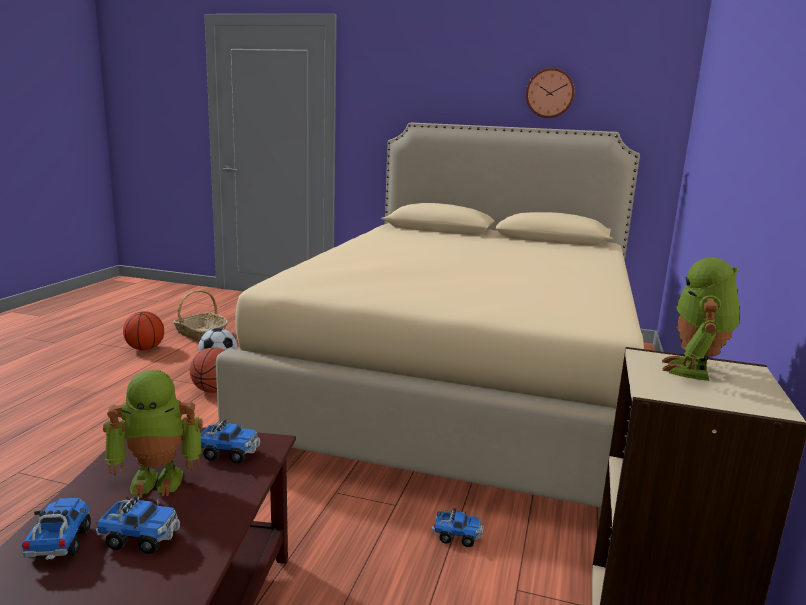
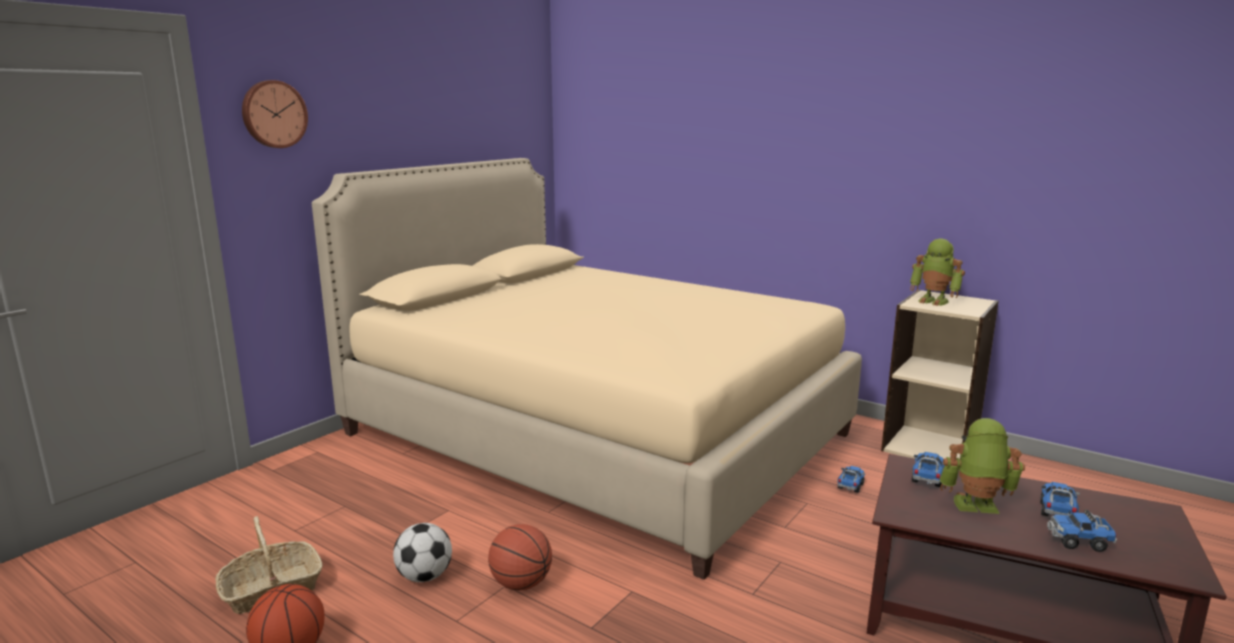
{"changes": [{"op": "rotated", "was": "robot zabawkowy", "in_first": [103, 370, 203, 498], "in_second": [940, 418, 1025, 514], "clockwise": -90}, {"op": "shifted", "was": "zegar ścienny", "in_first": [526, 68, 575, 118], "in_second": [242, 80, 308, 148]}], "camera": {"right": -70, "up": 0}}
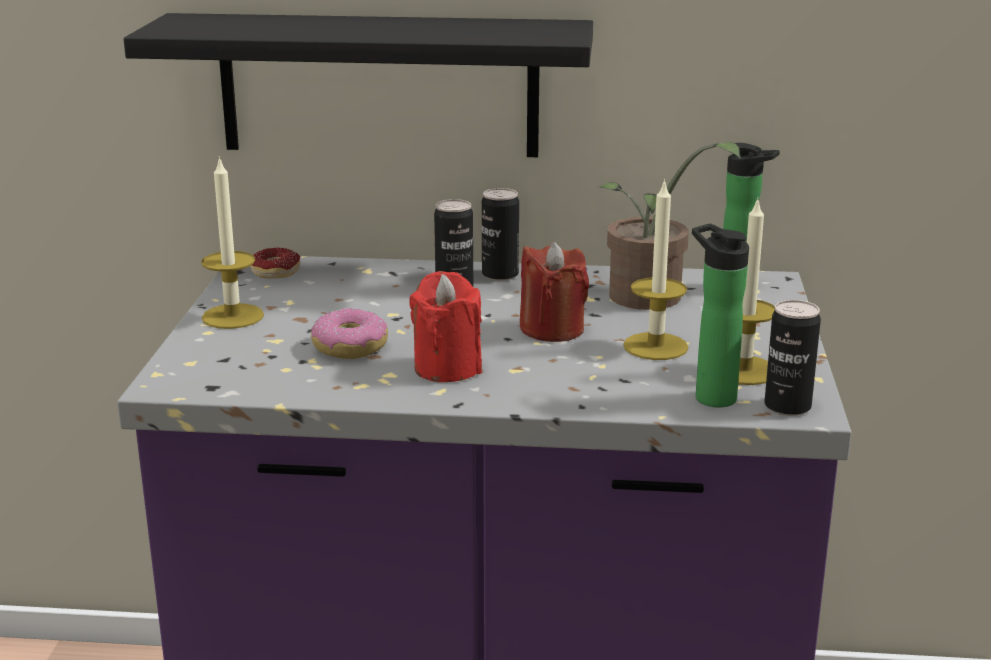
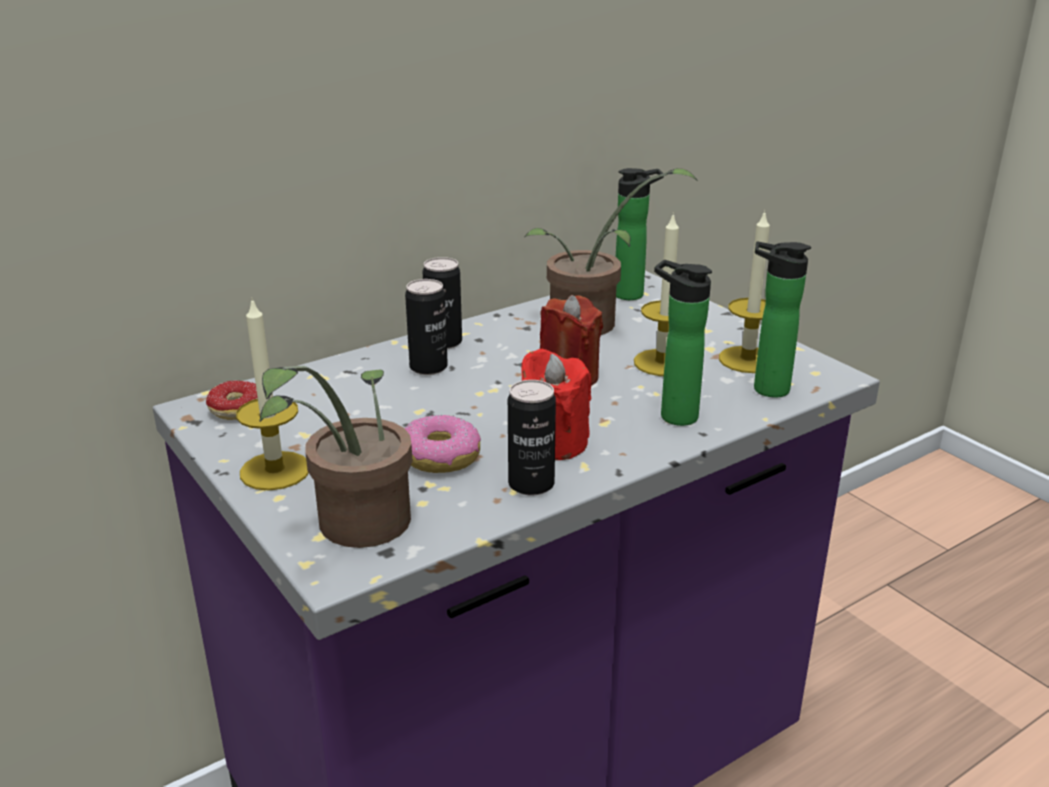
{"changes": [{"op": "gone", "was": "półka (czarny)", "in_first": [124, 13, 593, 157]}, {"op": "shifted", "was": "puszka", "in_first": [764, 300, 821, 416], "in_second": [508, 380, 556, 495]}, {"op": "new", "now": "roślina doniczkowa", "in_second": [259, 366, 413, 548]}, {"op": "new", "now": "butelka", "in_second": [654, 260, 712, 426]}], "camera": {"right": -40, "up": 5}}
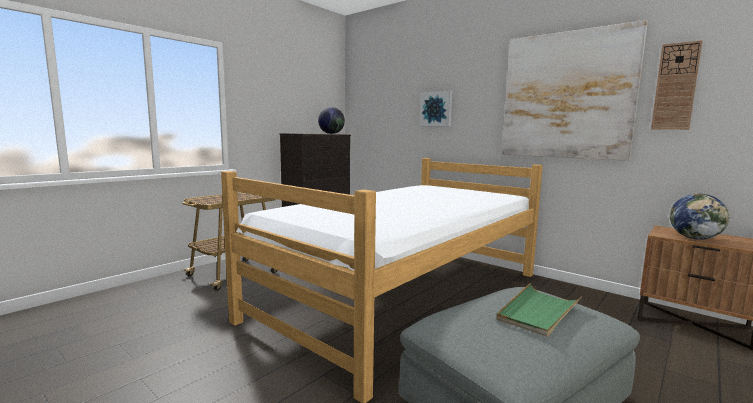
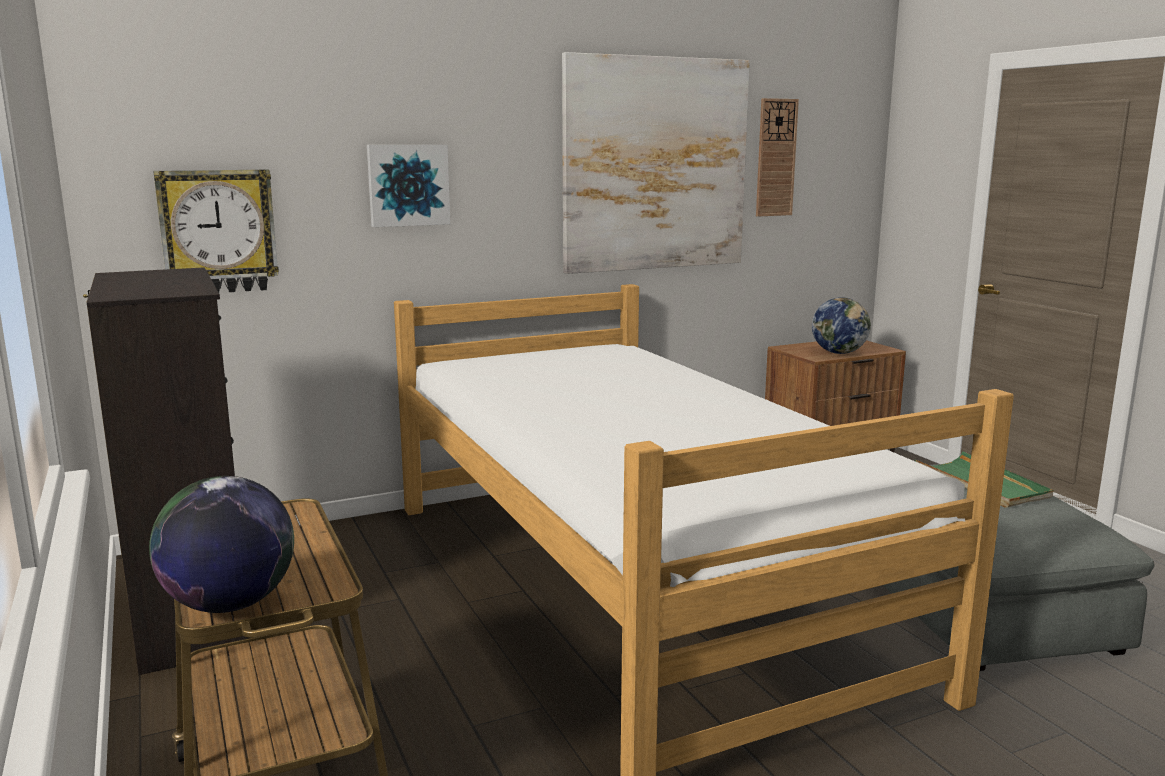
{"changes": [{"op": "shifted", "was": "globus", "in_first": [318, 107, 345, 134], "in_second": [149, 476, 294, 613]}, {"op": "new", "now": "zegar ścienny", "in_second": [153, 170, 279, 292]}], "camera": {"right": -65, "up": 5}}
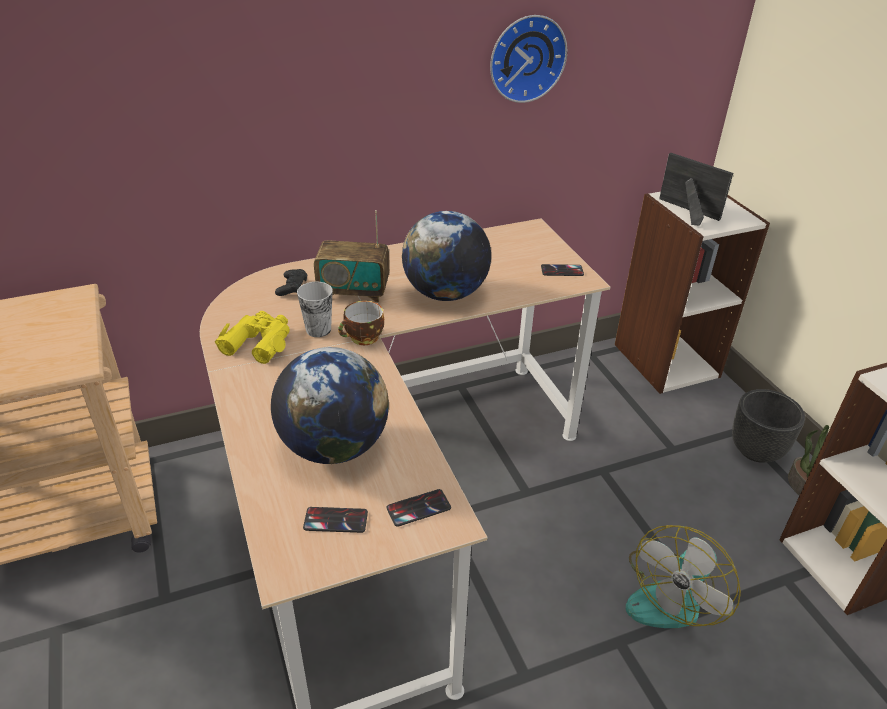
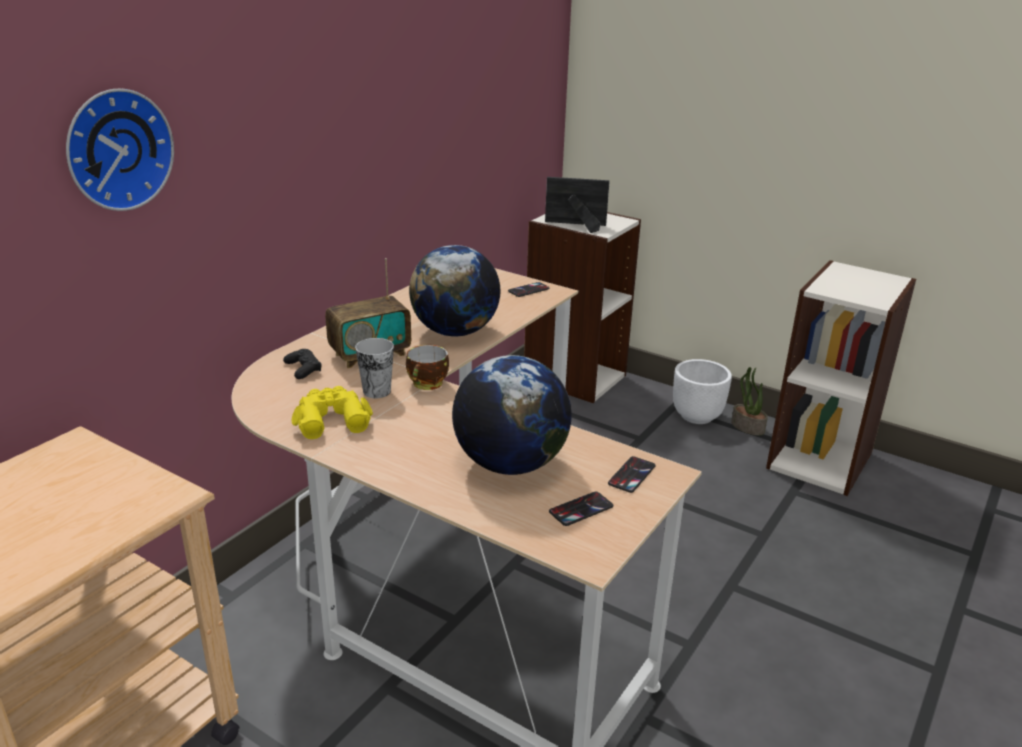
{"changes": [{"op": "shifted", "was": "zegar ścienny", "in_first": [490, 15, 567, 103], "in_second": [66, 88, 174, 211]}, {"op": "gone", "was": "wentylator", "in_first": [625, 525, 741, 628]}, {"op": "repainted", "was": "donica (czarny)", "now": "donica (biały)", "in_first": [732, 389, 805, 463], "in_second": [673, 359, 732, 424]}], "camera": {"right": -35, "up": -10}}
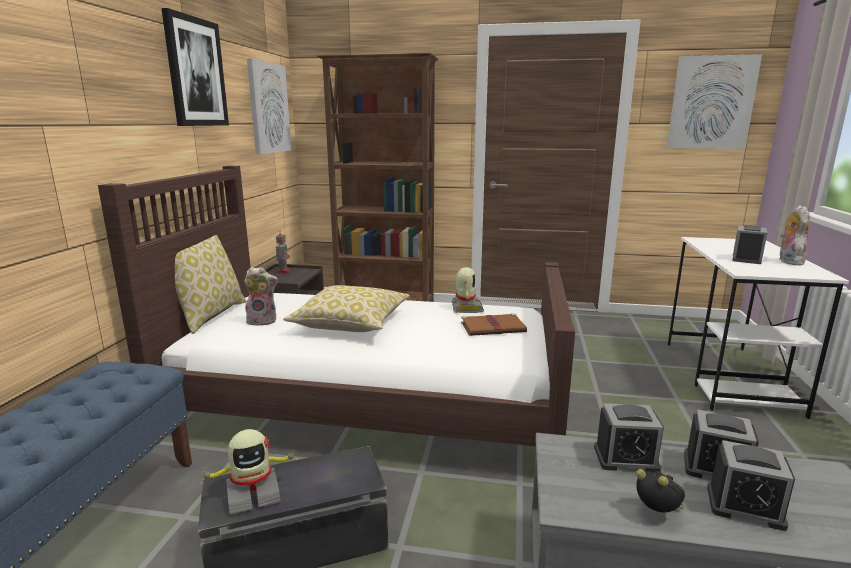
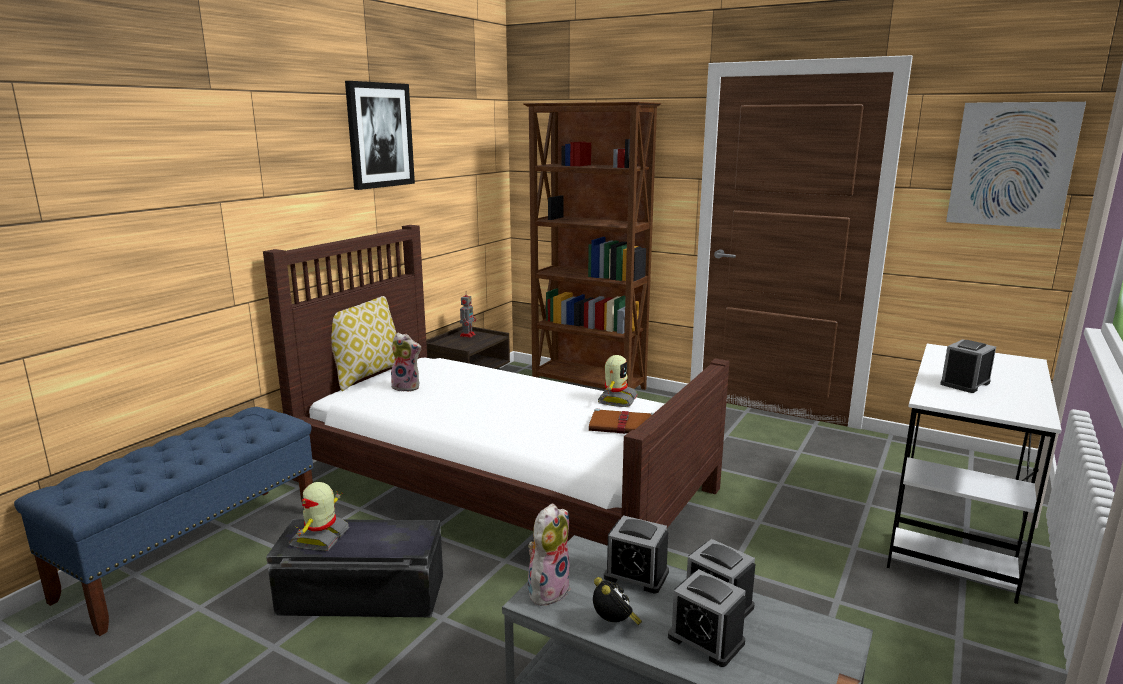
{"changes": [{"op": "rotated", "was": "robot zabawkowy", "in_first": [199, 429, 298, 515], "in_second": [288, 482, 349, 551], "clockwise": 105}, {"op": "gone", "was": "obraz", "in_first": [247, 58, 291, 154]}, {"op": "gone", "was": "poduszka", "in_first": [283, 285, 410, 332]}, {"op": "shifted", "was": "pluszak", "in_first": [779, 205, 810, 265], "in_second": [528, 503, 571, 606]}], "camera": {"right": 20, "up": 0}}
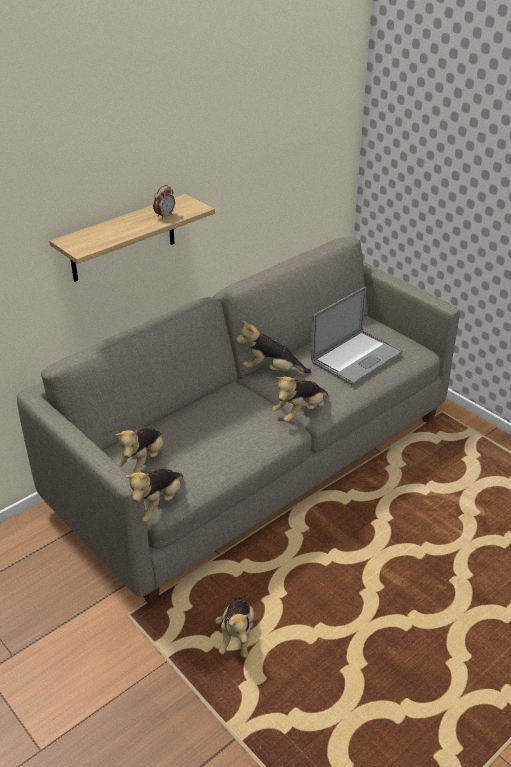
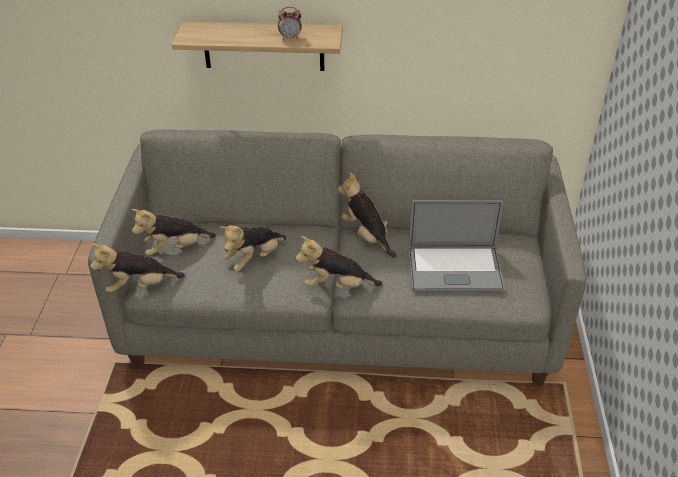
{"changes": [{"op": "shifted", "was": "pluszak", "in_first": [215, 597, 254, 658], "in_second": [220, 225, 286, 271]}], "camera": {"right": 45, "up": 5}}
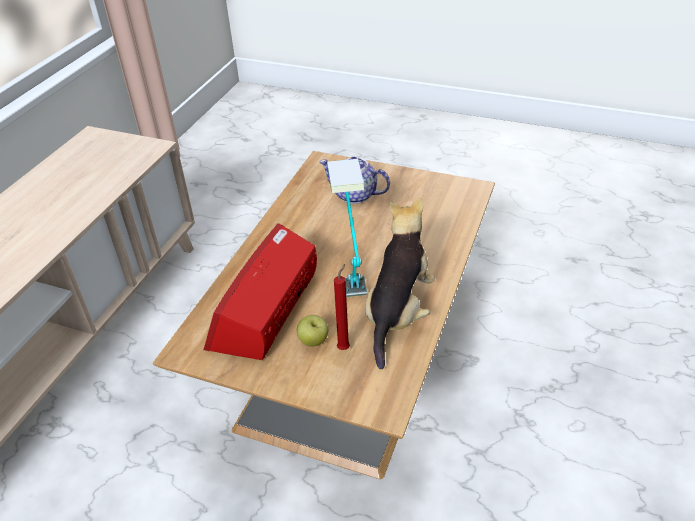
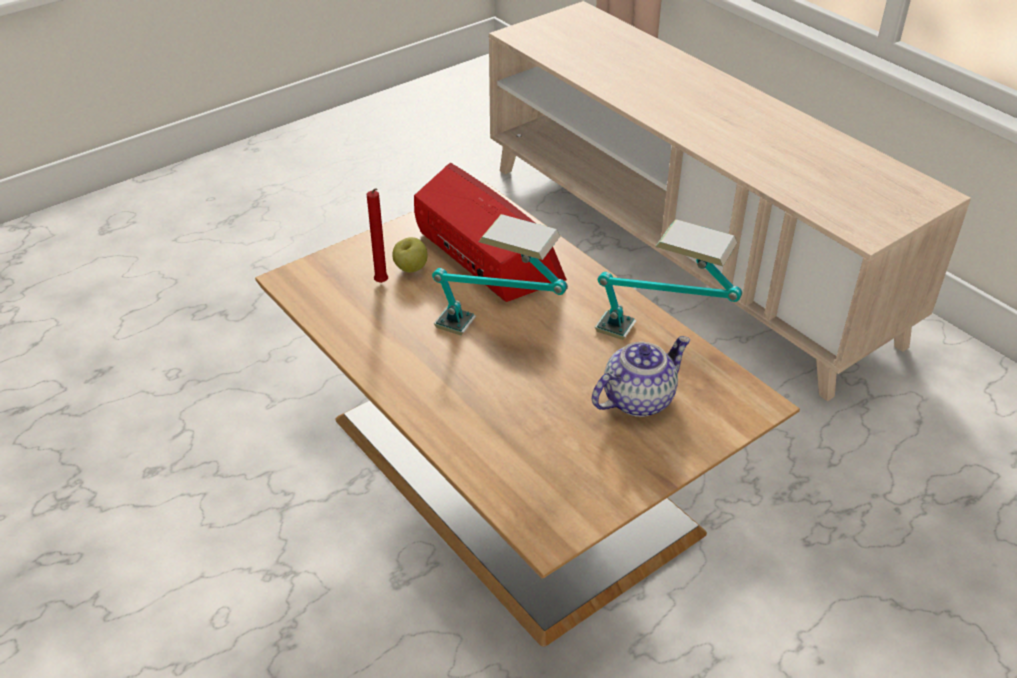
{"changes": [{"op": "gone", "was": "pluszak", "in_first": [365, 197, 435, 369]}, {"op": "new", "now": "lampa stołowa", "in_second": [595, 219, 742, 340]}], "camera": {"right": 120, "up": 0}}
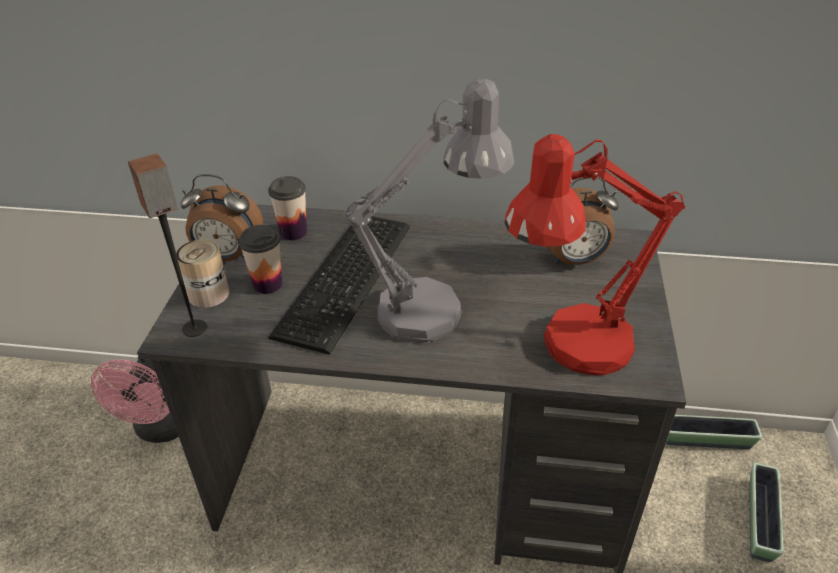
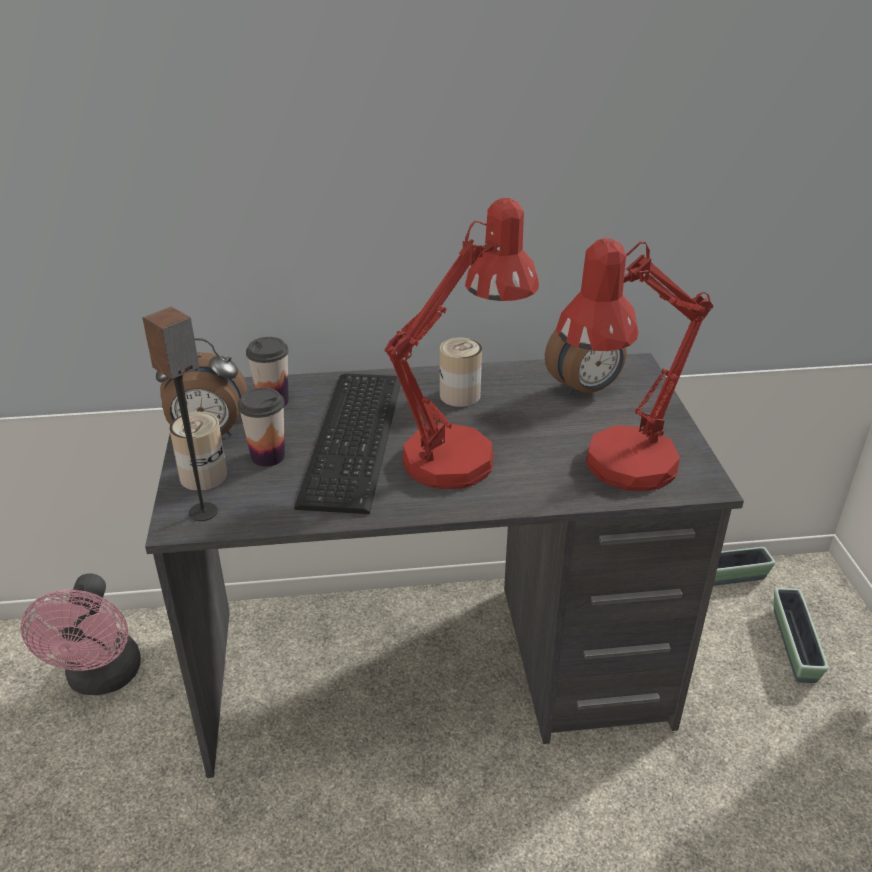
{"changes": [{"op": "repainted", "was": "lampa stołowa (szary)", "now": "lampa stołowa (czerwony)", "in_first": [344, 78, 514, 343], "in_second": [385, 198, 539, 489]}, {"op": "new", "now": "puszka", "in_second": [440, 338, 482, 407]}], "camera": {"right": -15, "up": -5}}
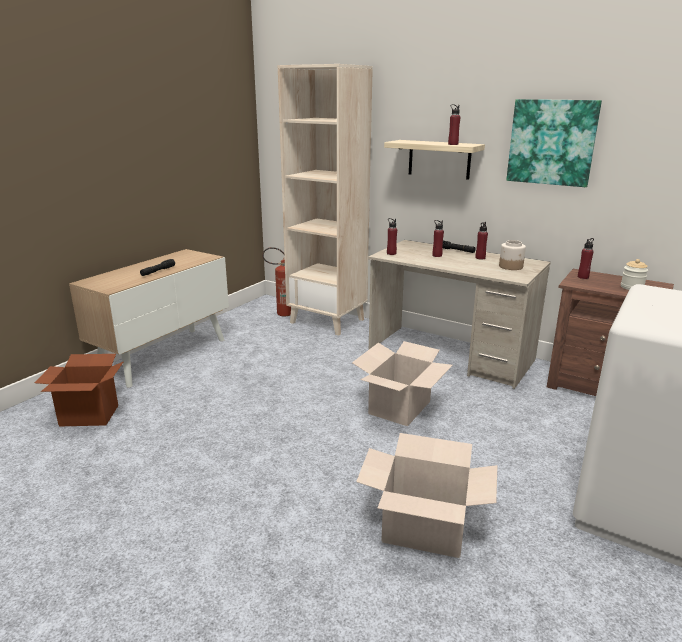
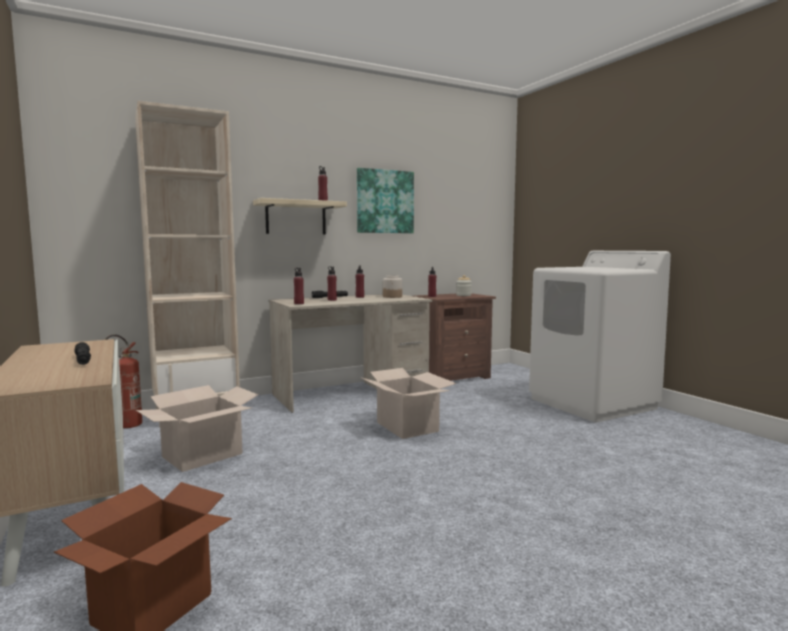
{"changes": [{"op": "shifted", "was": "karton", "in_first": [356, 433, 497, 558], "in_second": [136, 385, 258, 472]}], "camera": {"right": -60, "up": -15}}
